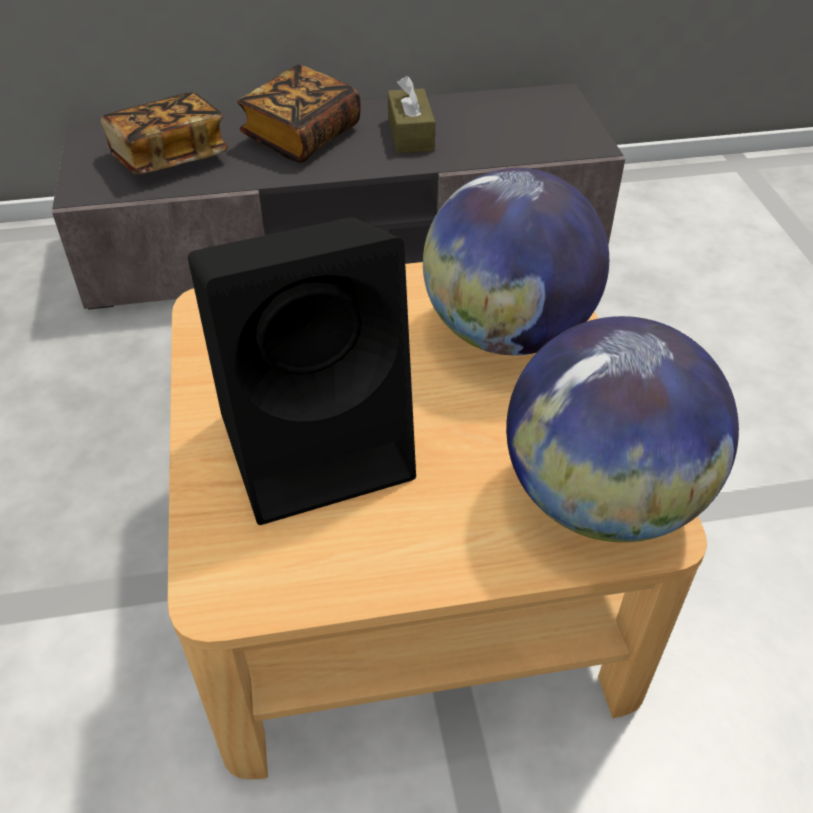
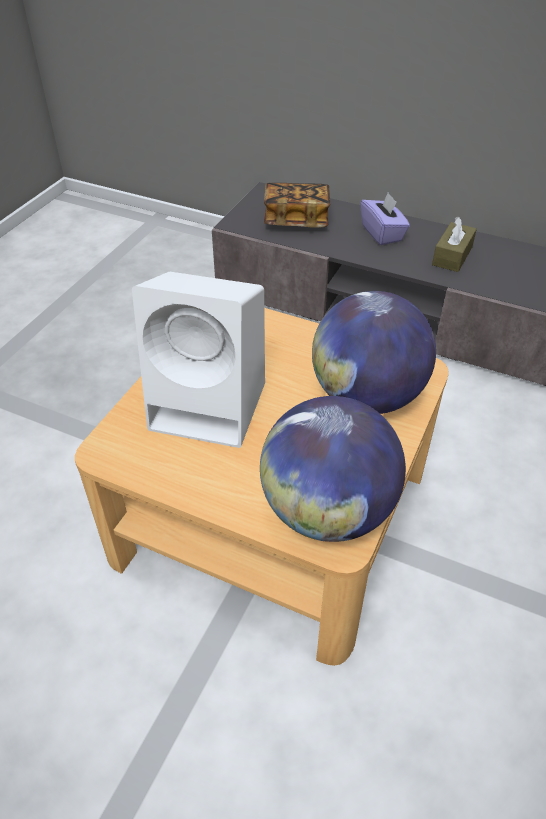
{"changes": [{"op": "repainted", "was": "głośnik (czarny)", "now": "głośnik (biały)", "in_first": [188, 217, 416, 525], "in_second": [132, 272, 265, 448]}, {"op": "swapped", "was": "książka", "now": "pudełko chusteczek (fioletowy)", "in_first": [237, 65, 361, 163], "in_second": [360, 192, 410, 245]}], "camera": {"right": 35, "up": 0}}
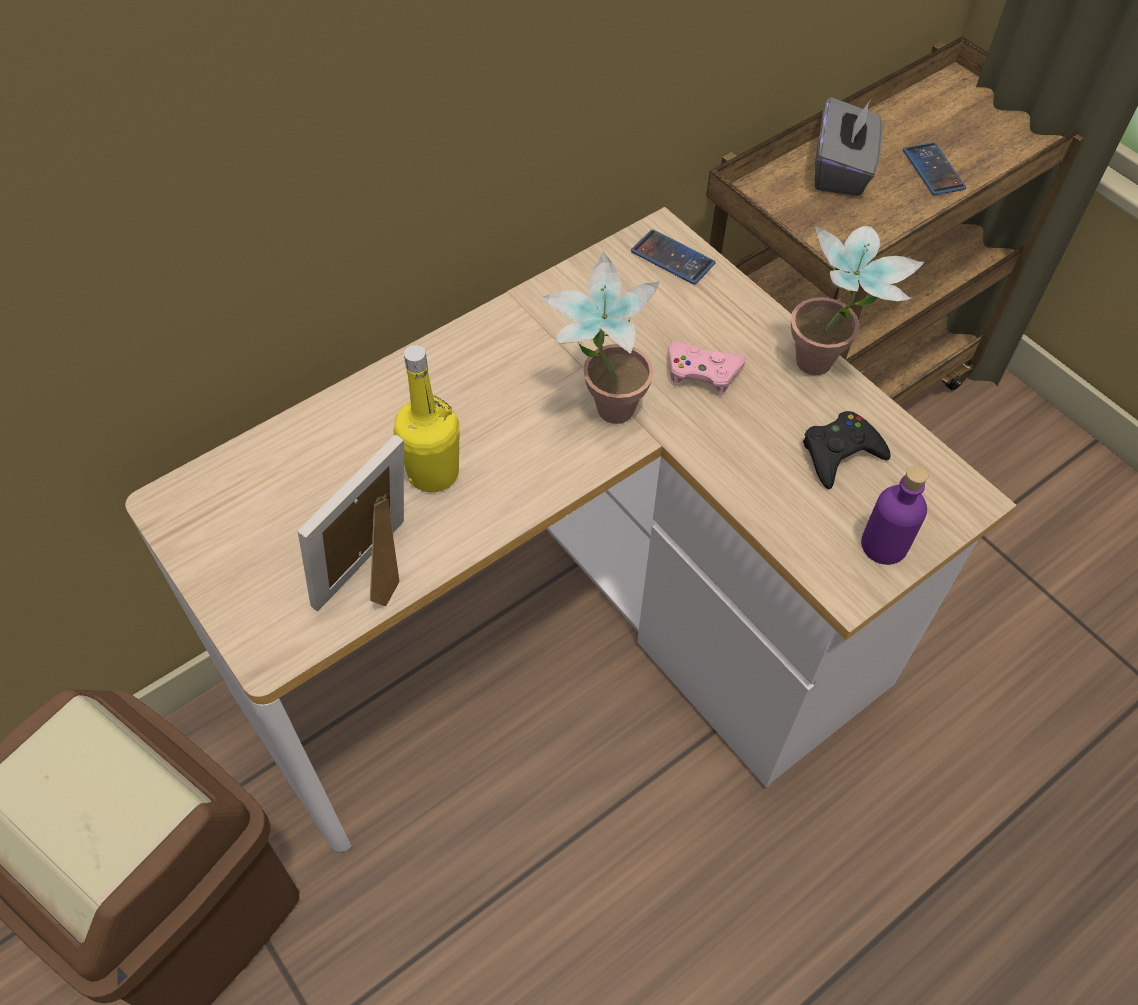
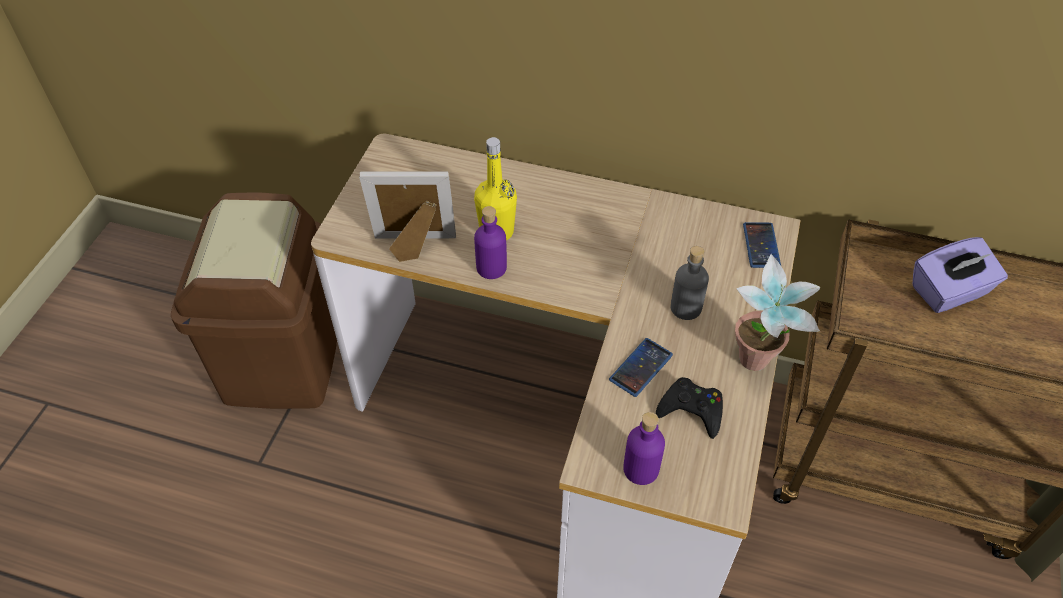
{"changes": [{"op": "gone", "was": "roślina doniczkowa", "in_first": [539, 252, 660, 424]}, {"op": "swapped", "was": "pad do gier (różowy)", "now": "butelka (szary)", "in_first": [668, 341, 746, 396], "in_second": [670, 246, 709, 320]}, {"op": "repainted", "was": "pudełko chusteczek (szary)", "now": "pudełko chusteczek (fioletowy)", "in_first": [815, 97, 883, 196], "in_second": [913, 237, 1008, 313]}, {"op": "shifted", "was": "telefon", "in_first": [903, 142, 966, 195], "in_second": [609, 338, 673, 397]}, {"op": "new", "now": "butelka (fioletowy)", "in_second": [474, 206, 507, 279]}], "camera": {"right": 55, "up": -5}}
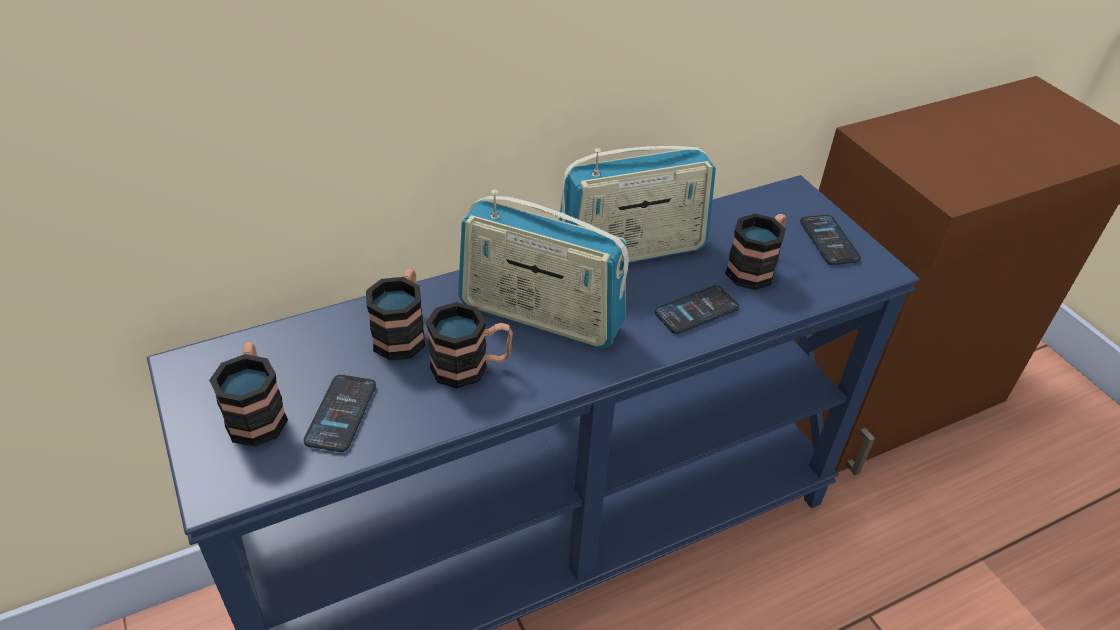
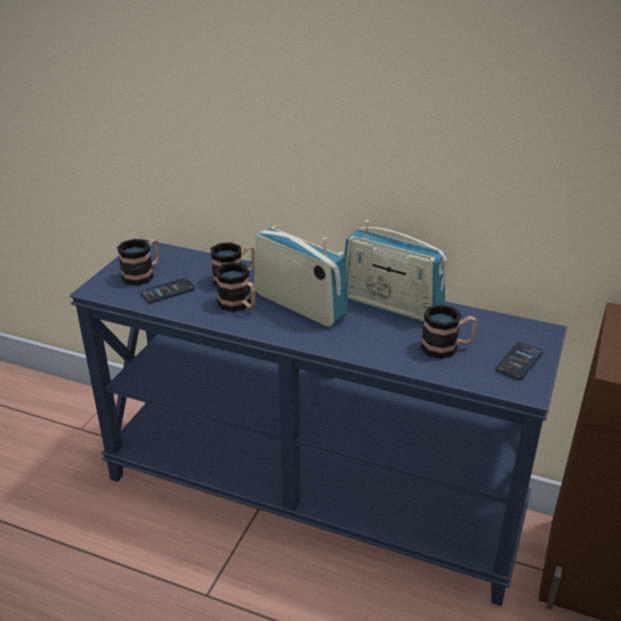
{"changes": [{"op": "rotated", "was": "radio", "in_first": [458, 190, 629, 349], "in_second": [254, 225, 348, 327], "clockwise": 150}, {"op": "gone", "was": "telefon", "in_first": [654, 285, 739, 334]}], "camera": {"right": 50, "up": -10}}
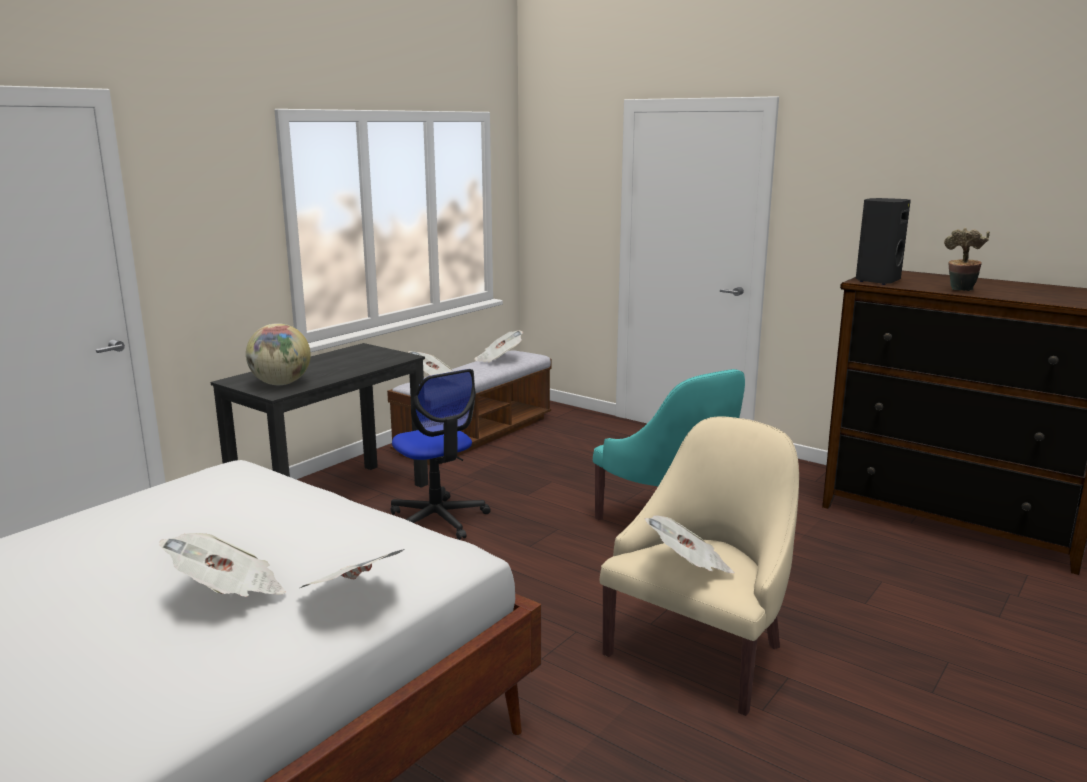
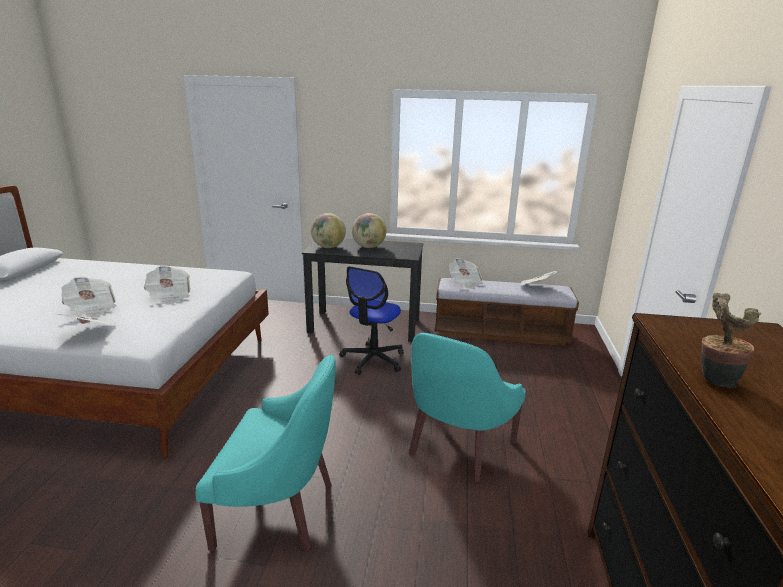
{"changes": [{"op": "repainted", "was": "fotel (beżowy)", "now": "fotel (turkusowy)", "in_first": [600, 416, 799, 716], "in_second": [195, 355, 335, 551]}, {"op": "shifted", "was": "gazeta", "in_first": [644, 515, 735, 573], "in_second": [144, 265, 190, 306]}, {"op": "gone", "was": "głośnik (czarny)", "in_first": [856, 198, 911, 285]}, {"op": "new", "now": "globus", "in_second": [352, 213, 387, 248]}], "camera": {"right": 60, "up": 5}}
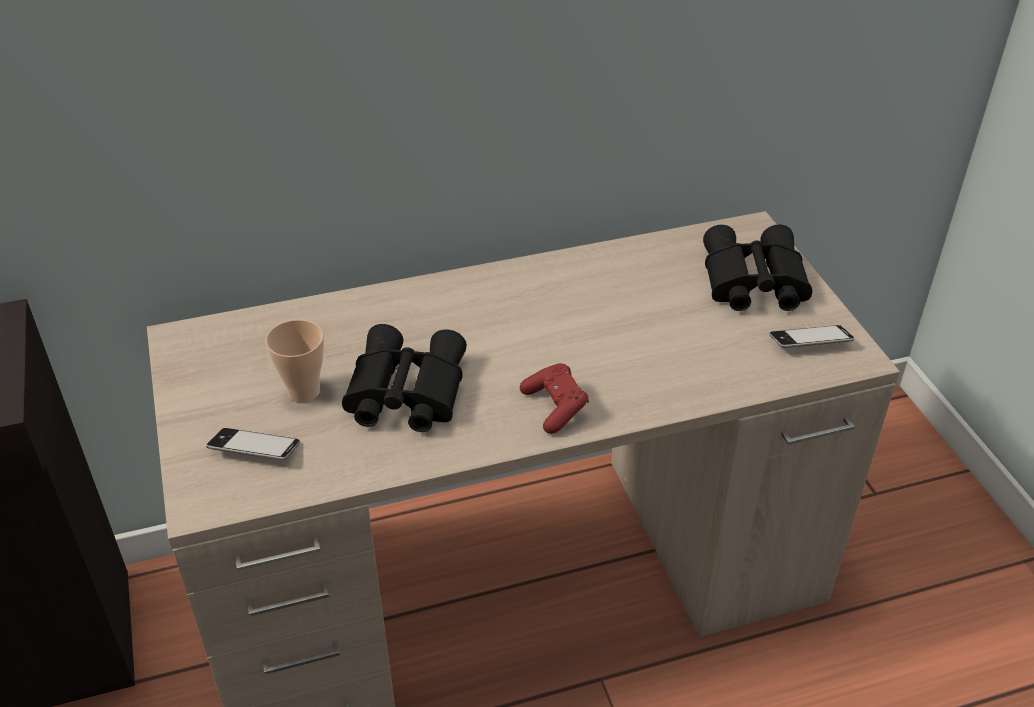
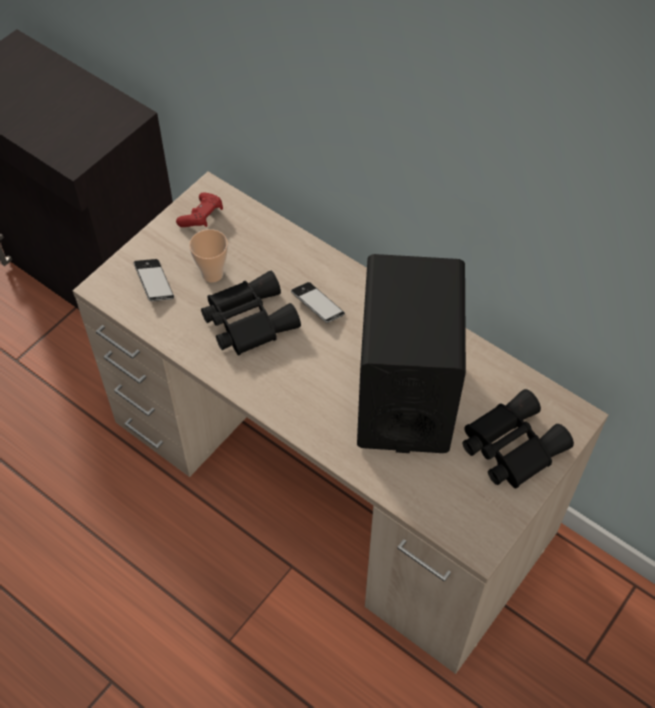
{"changes": [{"op": "shifted", "was": "pad do gier (czerwony)", "in_first": [520, 363, 589, 434], "in_second": [176, 192, 223, 227]}, {"op": "shifted", "was": "telefon", "in_first": [770, 325, 854, 348], "in_second": [291, 282, 345, 323]}, {"op": "new", "now": "głośnik (czarny)", "in_second": [357, 254, 466, 453]}], "camera": {"right": 55, "up": 15}}
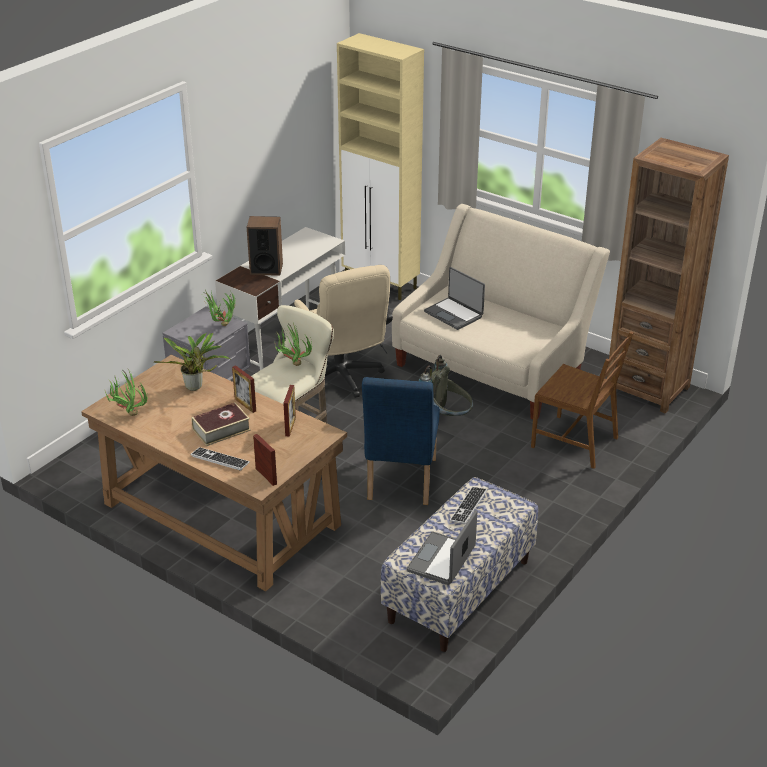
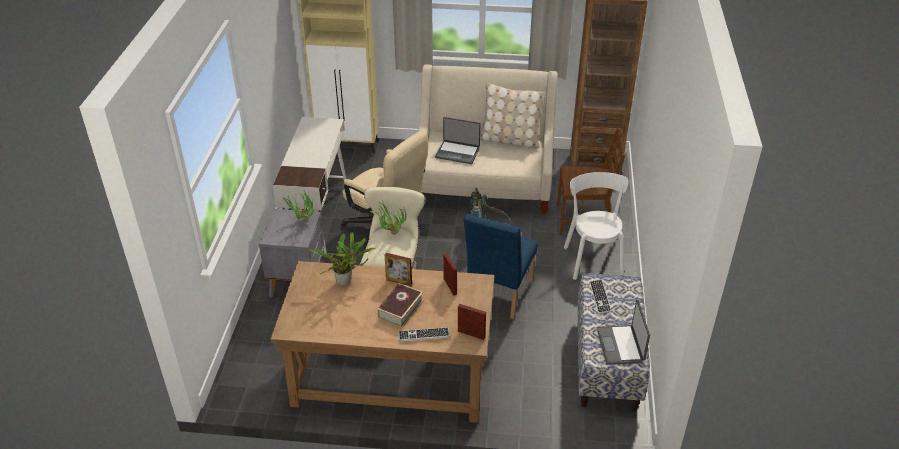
{"changes": [{"op": "gone", "was": "roślina doniczkowa", "in_first": [104, 369, 148, 416]}, {"op": "gone", "was": "głośnik", "in_first": [247, 216, 283, 276]}, {"op": "rotated", "was": "krzesło (niebieski)", "in_first": [362, 377, 440, 505], "in_second": [464, 214, 538, 319], "clockwise": 45}, {"op": "new", "now": "poduszka (beżowy)", "in_second": [480, 83, 546, 149]}, {"op": "new", "now": "krzesło (biały)", "in_second": [564, 172, 629, 280]}], "camera": {"right": -30, "up": 5}}
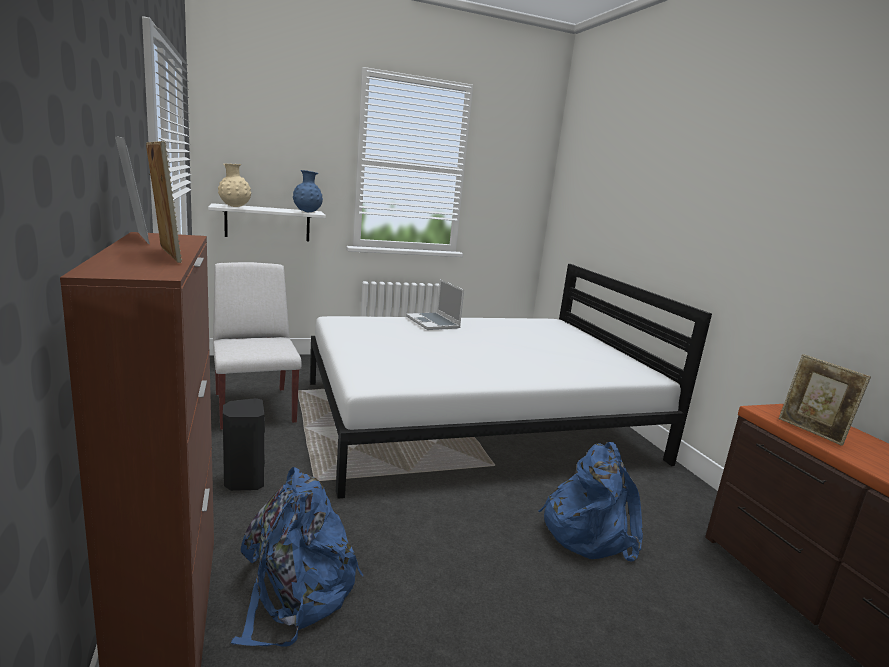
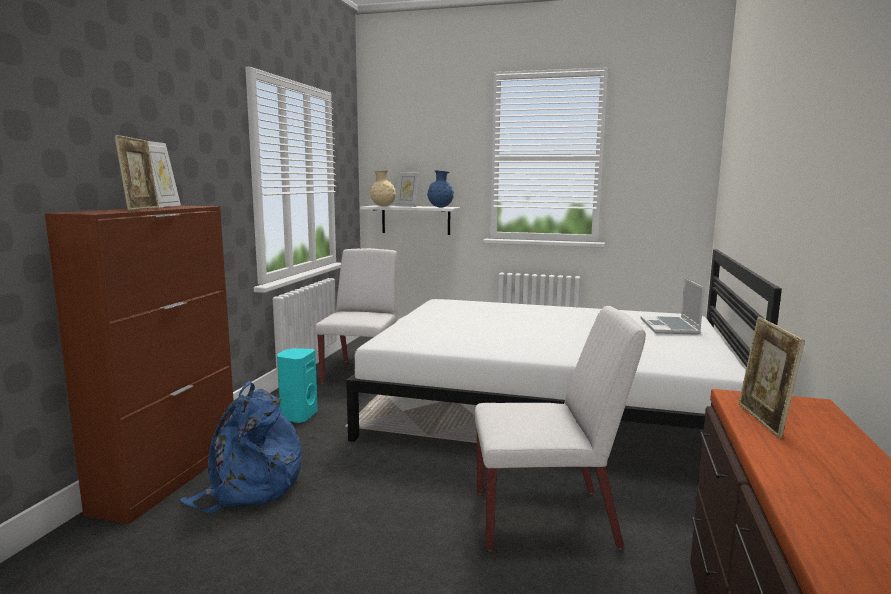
{"changes": [{"op": "repainted", "was": "głośnik (czarny)", "now": "głośnik (turkusowy)", "in_first": [223, 398, 265, 491], "in_second": [277, 348, 318, 423]}, {"op": "shifted", "was": "laptop", "in_first": [406, 279, 464, 330], "in_second": [641, 278, 705, 335]}, {"op": "swapped", "was": "plecak (niebieski)", "now": "krzesło (biały)", "in_first": [538, 442, 643, 561], "in_second": [475, 306, 646, 551]}, {"op": "new", "now": "ramka na zdjęcie", "in_second": [395, 170, 420, 207]}], "camera": {"right": 35, "up": -5}}
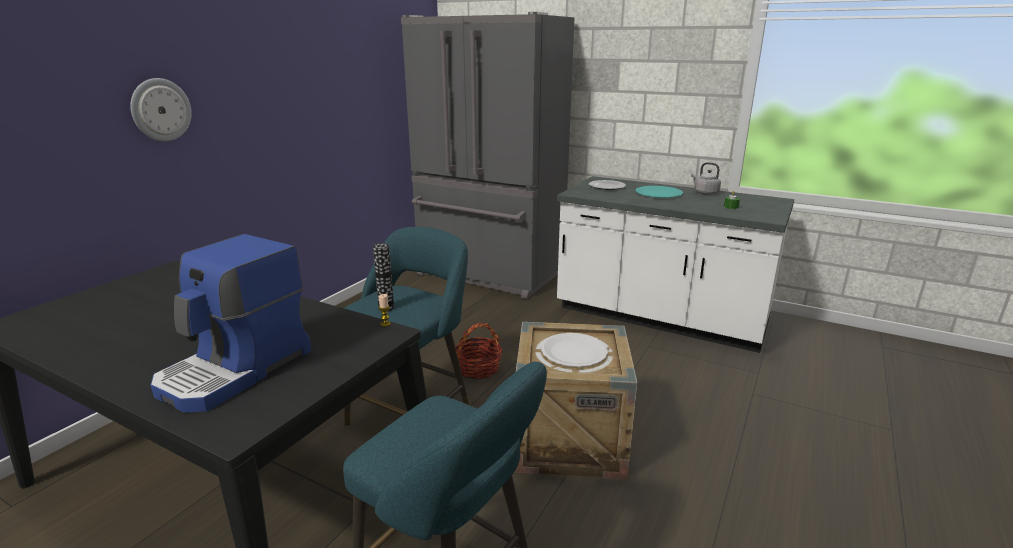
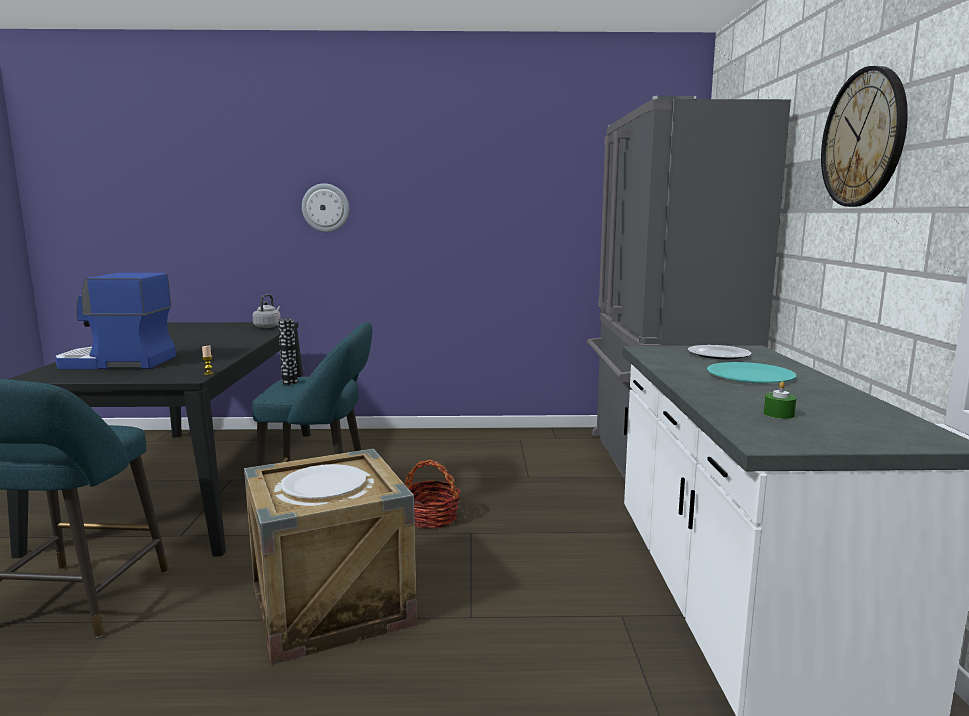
{"changes": [{"op": "shifted", "was": "czajnik (szary)", "in_first": [691, 162, 721, 195], "in_second": [252, 294, 281, 328]}, {"op": "new", "now": "zegar ścienny", "in_second": [821, 66, 908, 207]}], "camera": {"right": 60, "up": -10}}
